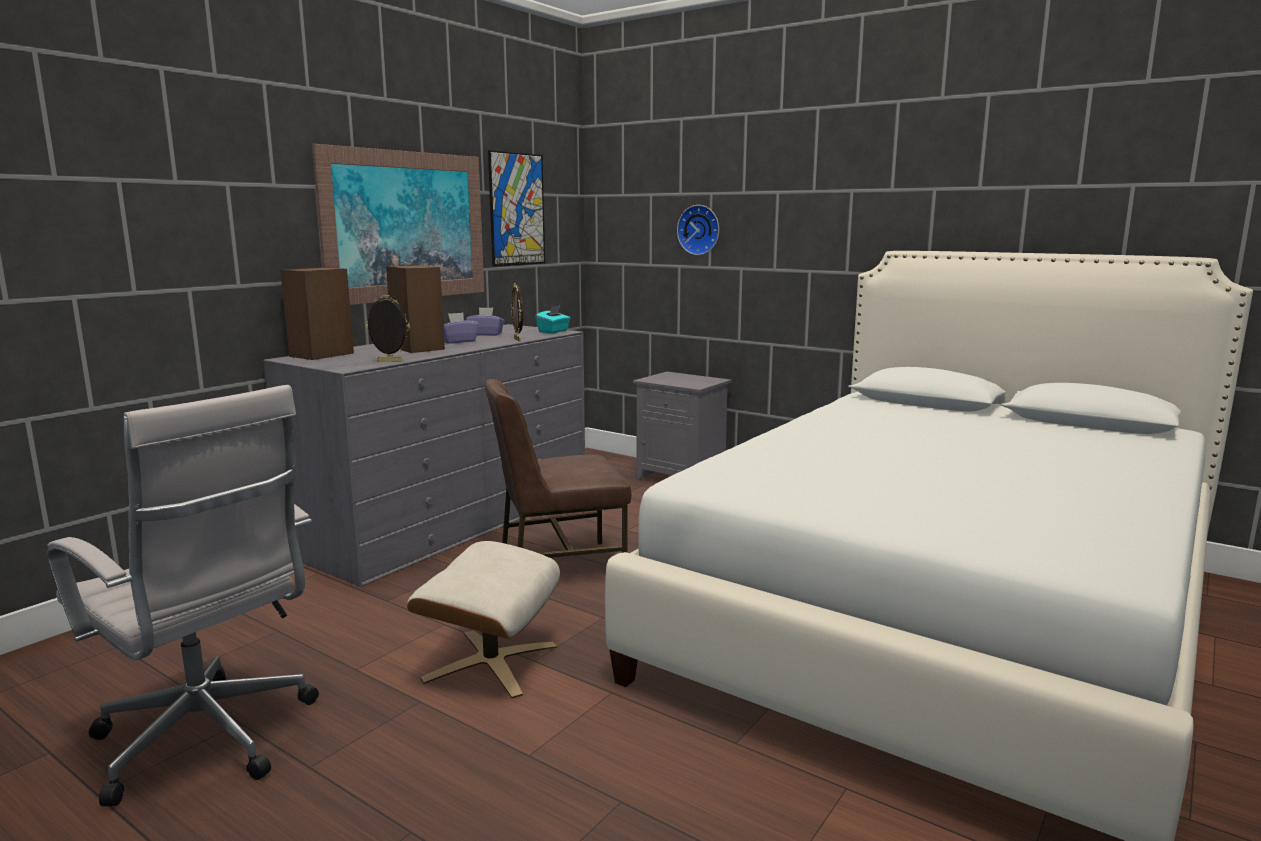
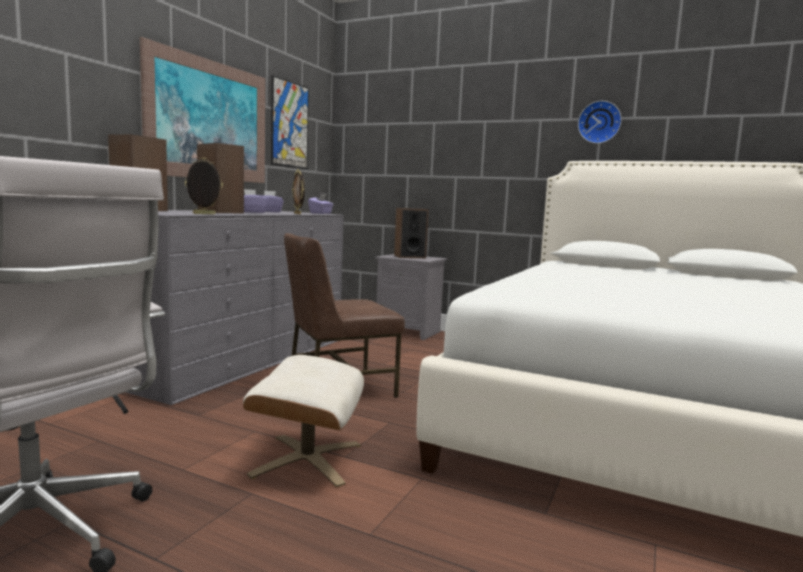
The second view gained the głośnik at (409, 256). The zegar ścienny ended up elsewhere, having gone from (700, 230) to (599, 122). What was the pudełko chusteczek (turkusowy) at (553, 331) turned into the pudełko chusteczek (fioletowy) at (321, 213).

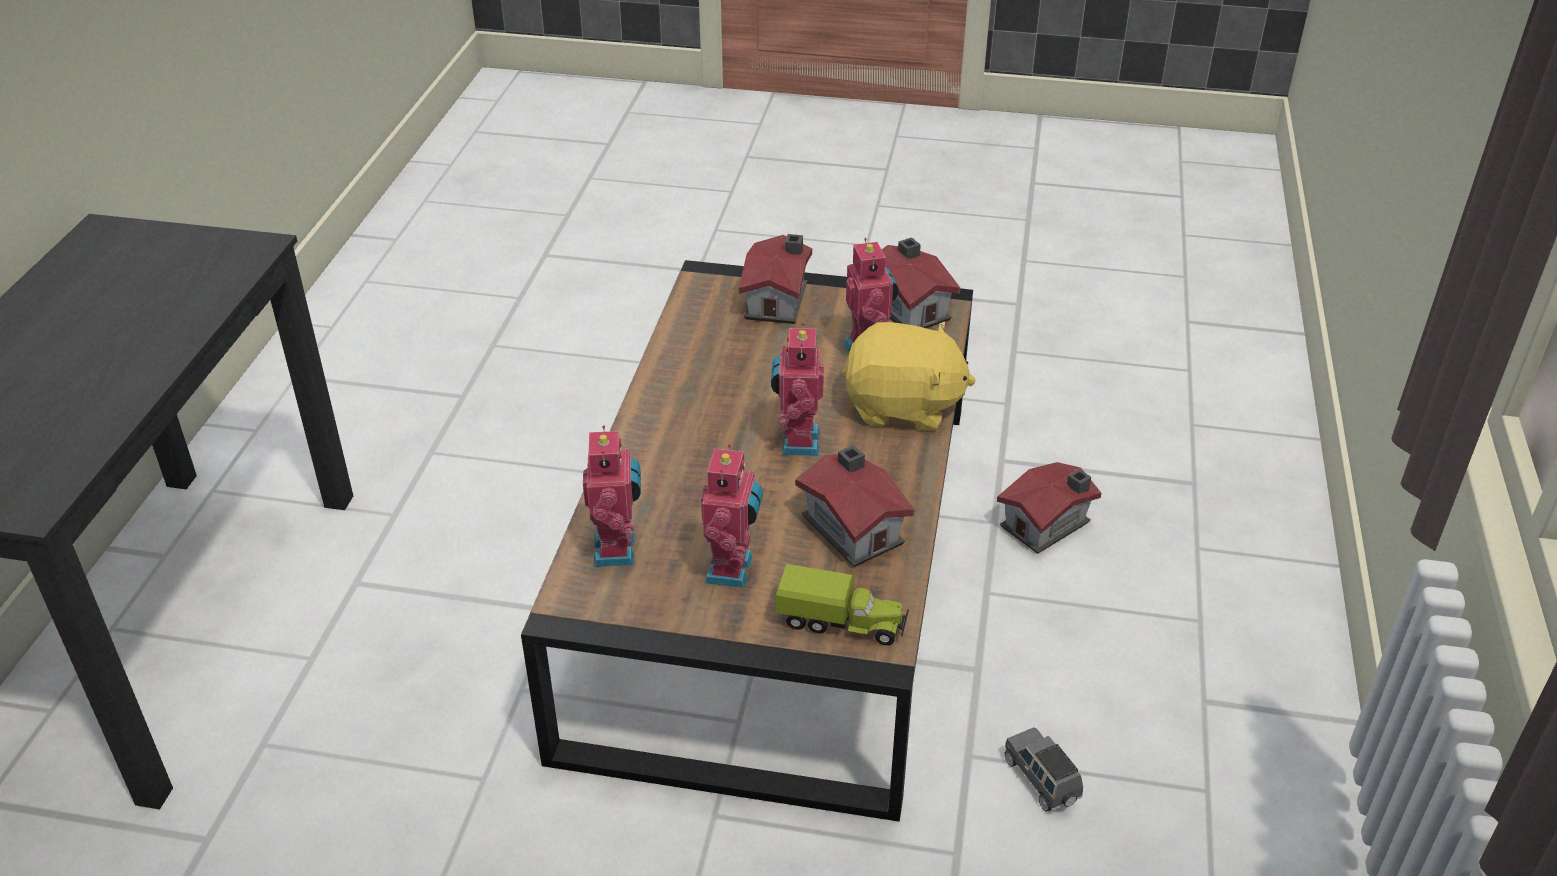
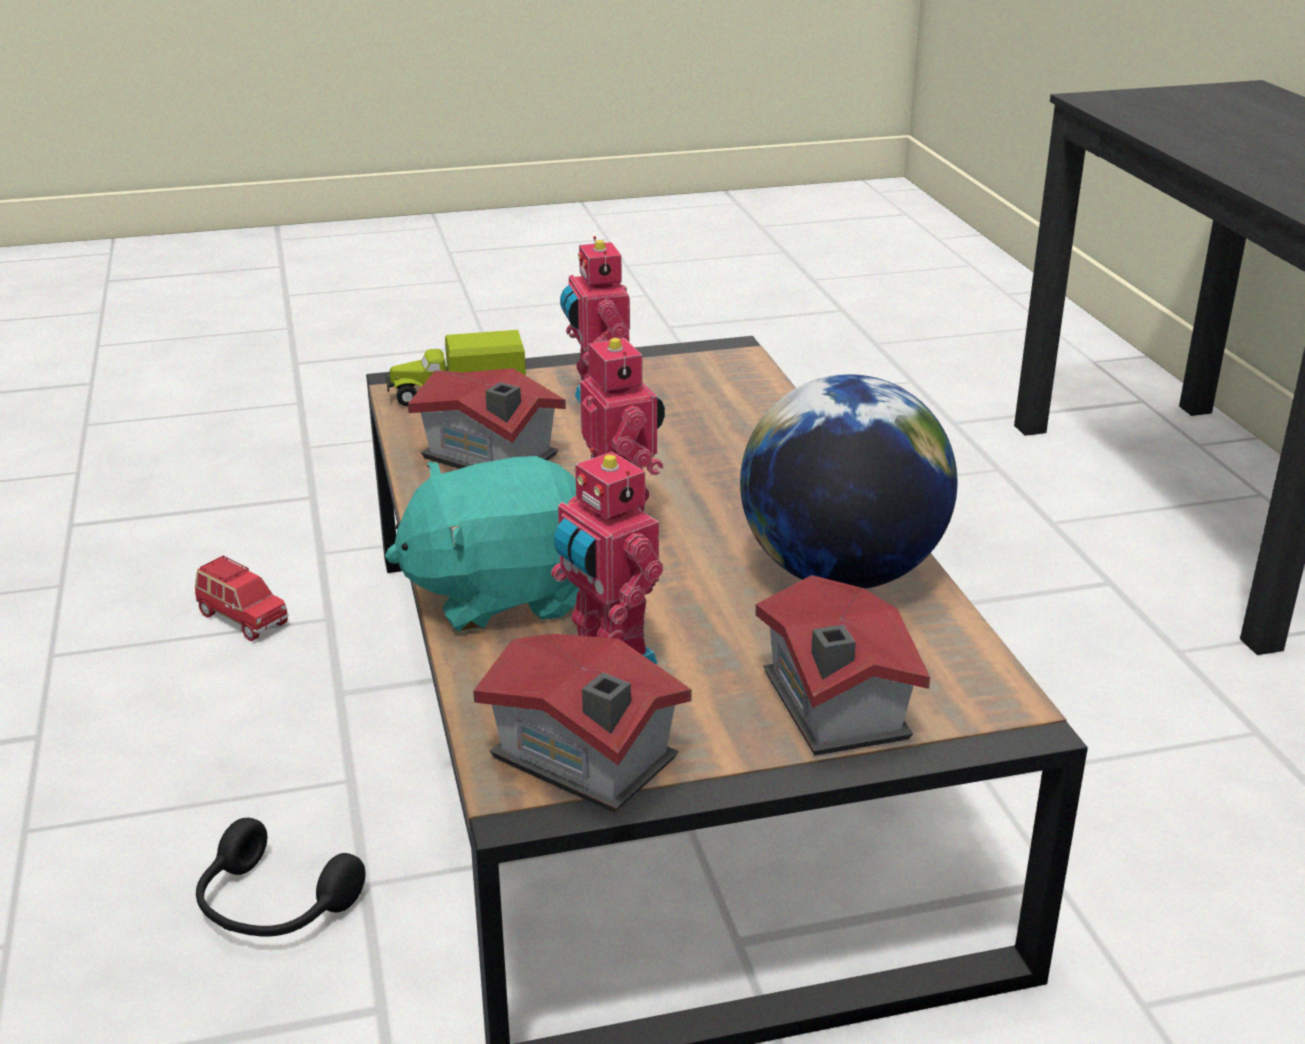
The second view lost the robot zabawkowy at (618, 550). The second view gained the globus at (841, 574). Where the domek stood at (1048, 525), the słuchawki (czarny) came to stand at (272, 907). What was the pluszak (żółty) at (903, 407) turned into the pluszak (turkusowy) at (501, 594). What was the samochodzik (szary) at (1042, 780) turned into the samochodzik (czerwony) at (242, 619).

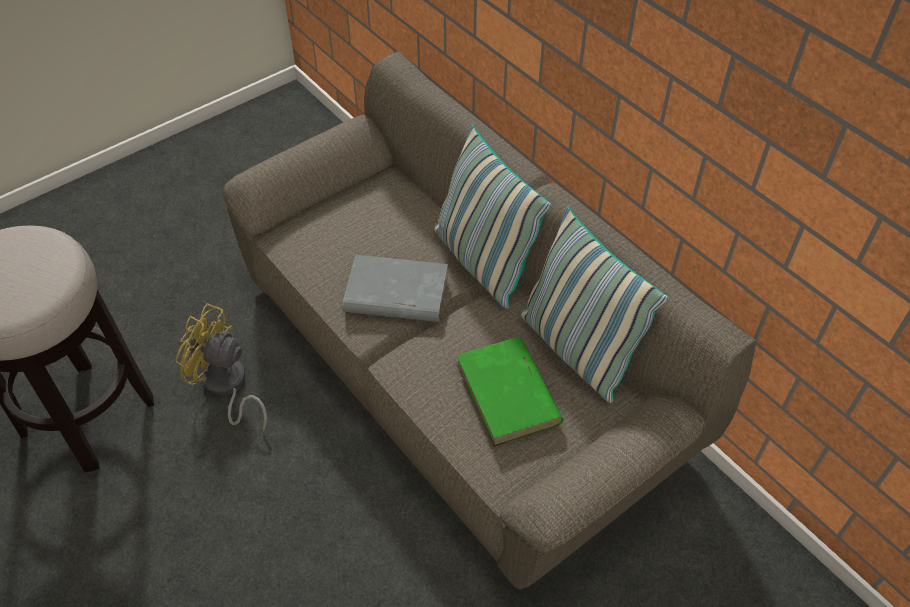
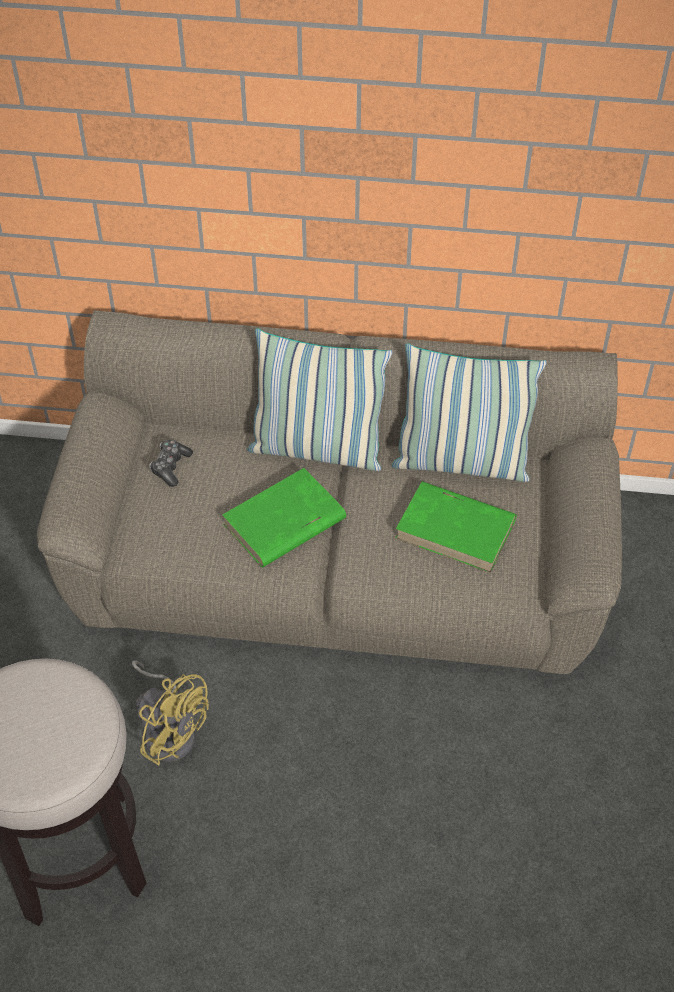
The second view gained the pad do gier at (170, 467). What was the książka (szary) at (395, 293) turned into the książka (zielony) at (283, 523). The wentylator (żółty) at (226, 386) ended up facing another way, 120 degrees counterclockwise from before.

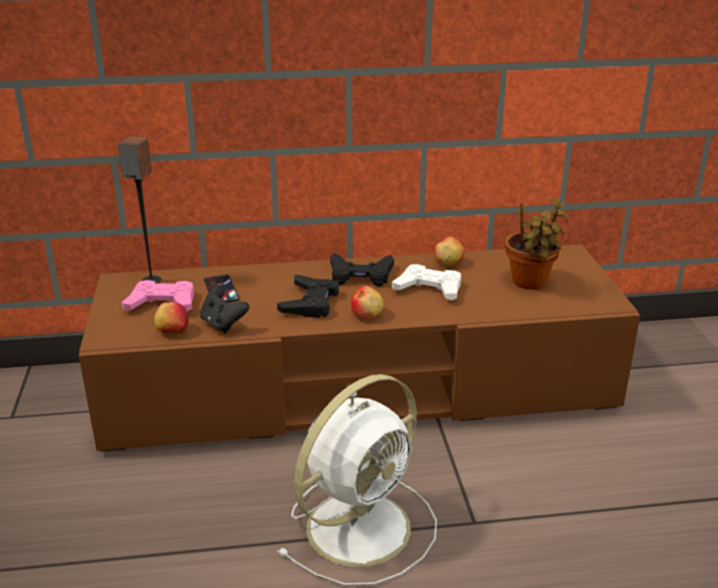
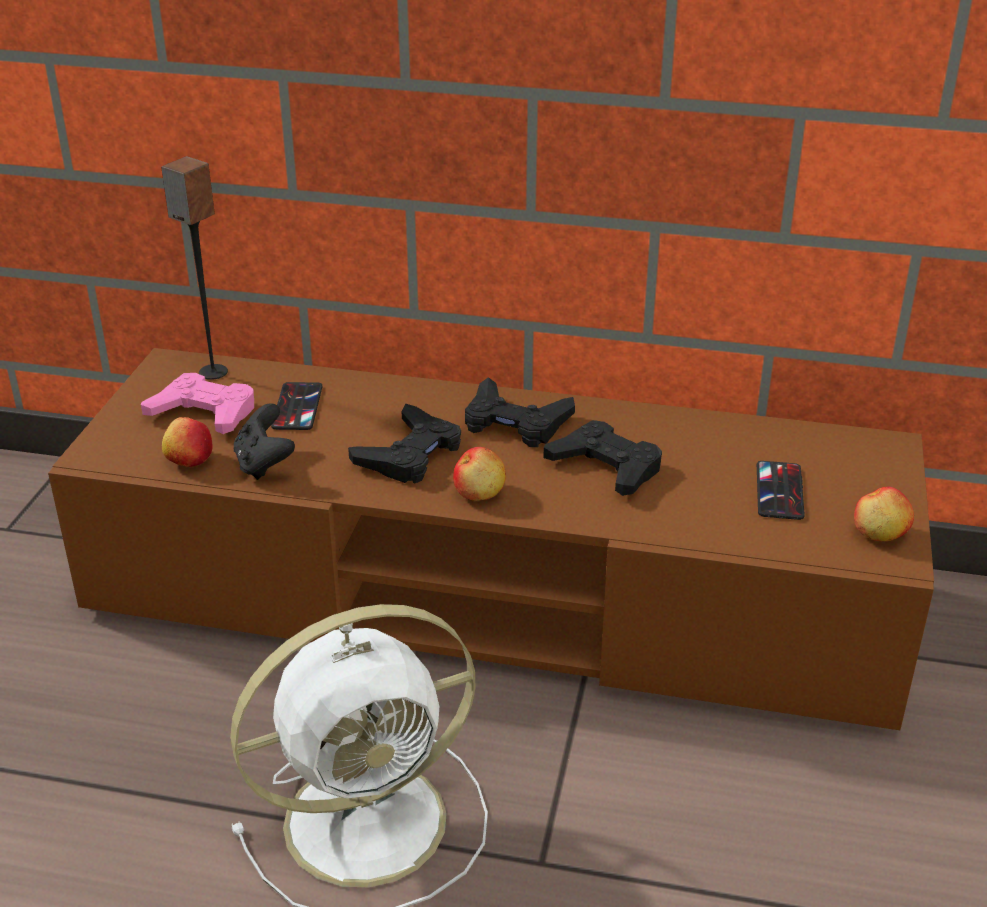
The jabłko ended up elsewhere, having gone from (448, 263) to (880, 534). Where the roślina doniczkowa stood at (530, 283), the telefon came to stand at (779, 491). What was the pad do gier (biały) at (429, 289) turned into the pad do gier (czarny) at (606, 467).

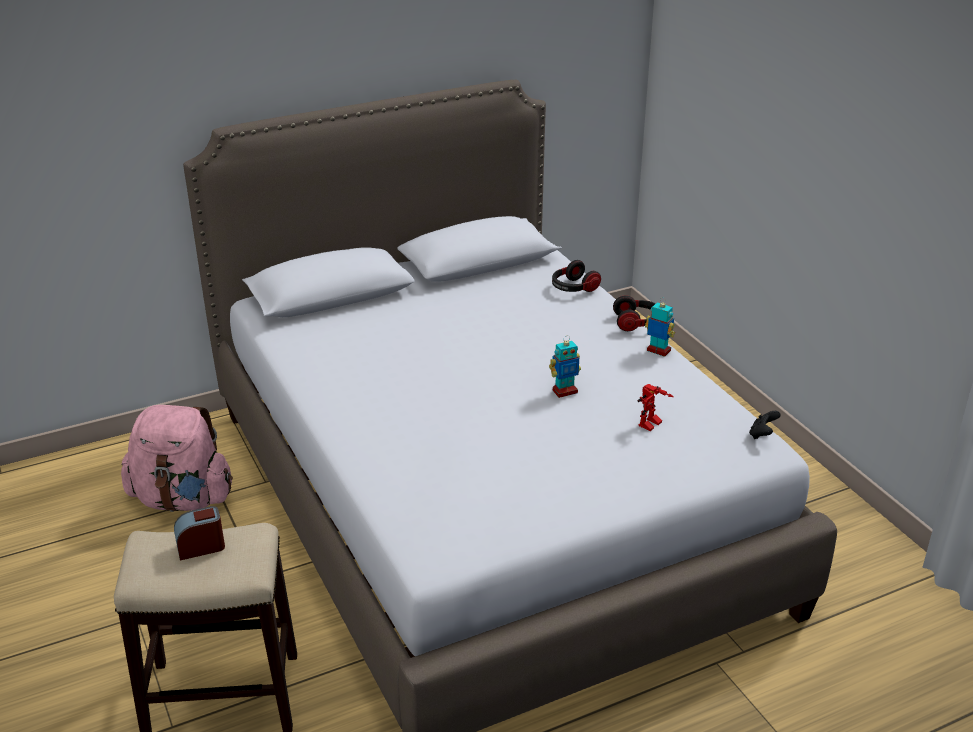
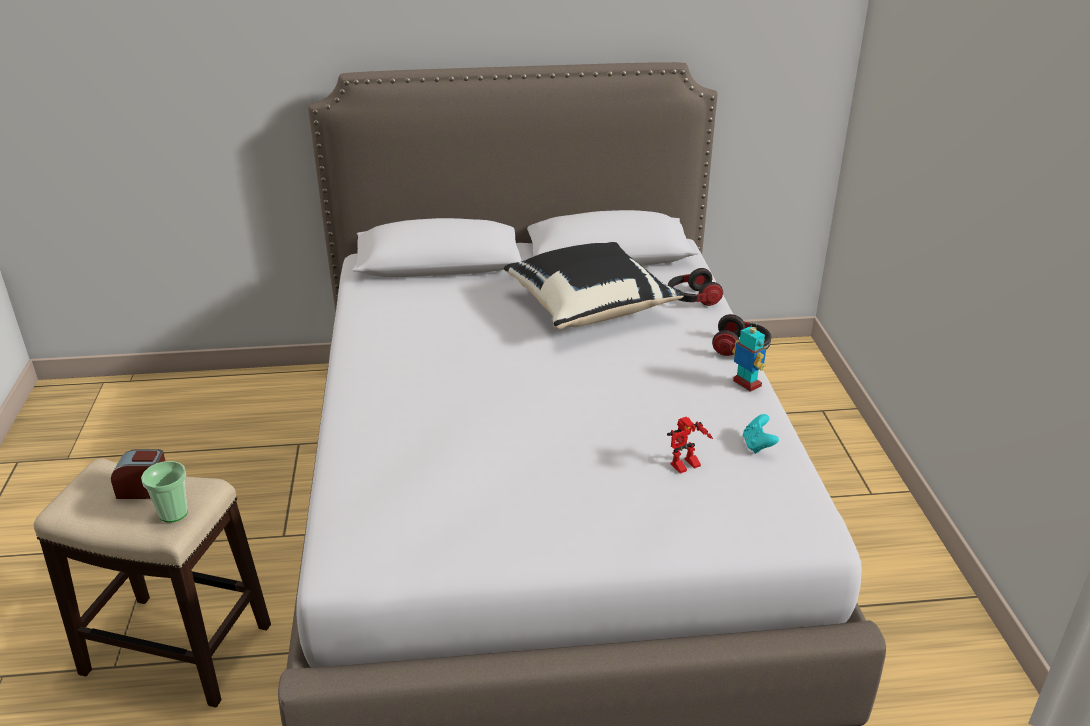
The second view lost the plecak (różowy) at (183, 499). The second view lost the robot zabawkowy at (564, 391). The second view lost the pad do gier (czarny) at (762, 434). The second view gained the filiżanka at (173, 513). The second view gained the poduszka (czarny) at (589, 307). The second view gained the pad do gier (turkusowy) at (757, 445).

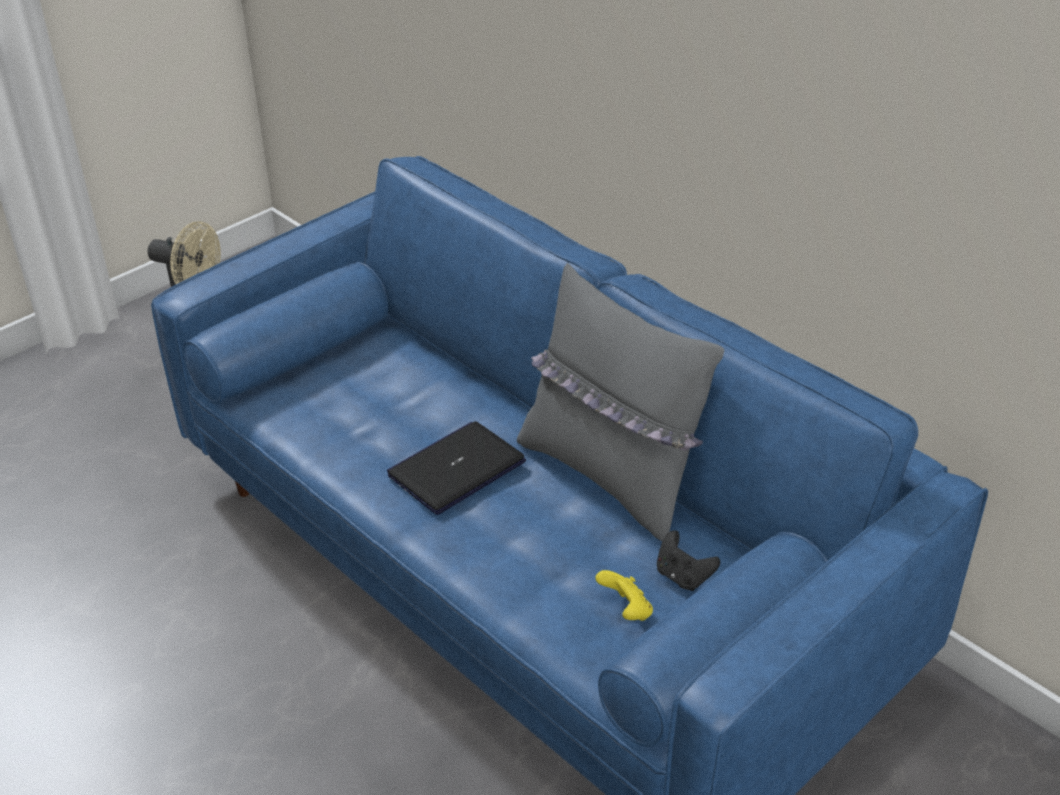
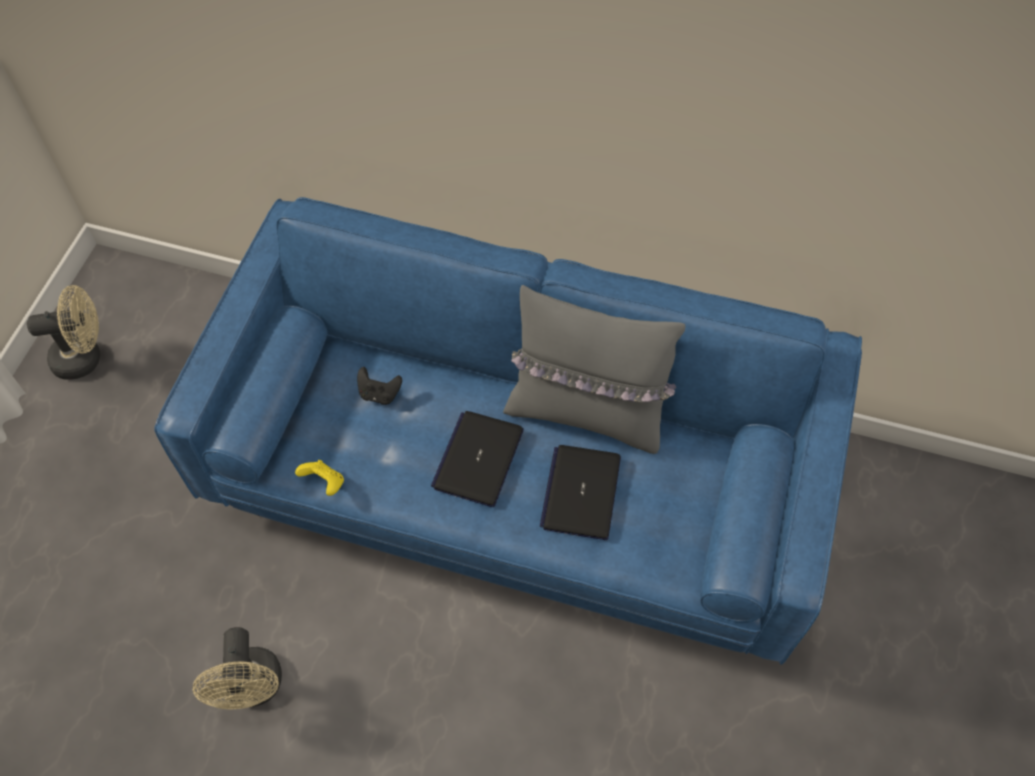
The second view gained the wentylator (beżowy) at (253, 689). The second view gained the laptop at (581, 492). The pad do gier (żółty) ended up elsewhere, having gone from (626, 610) to (324, 483). The pad do gier (czarny) ended up elsewhere, having gone from (683, 576) to (379, 394).

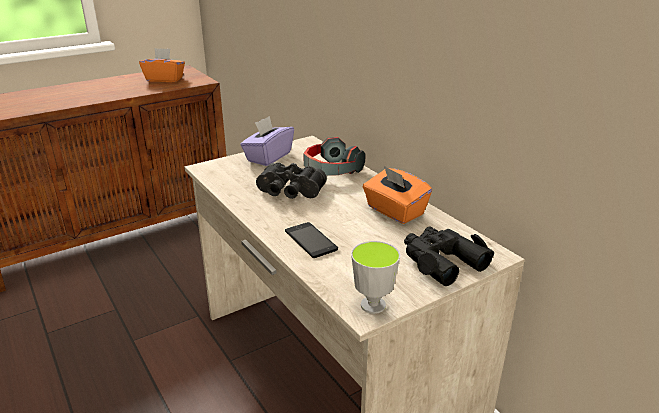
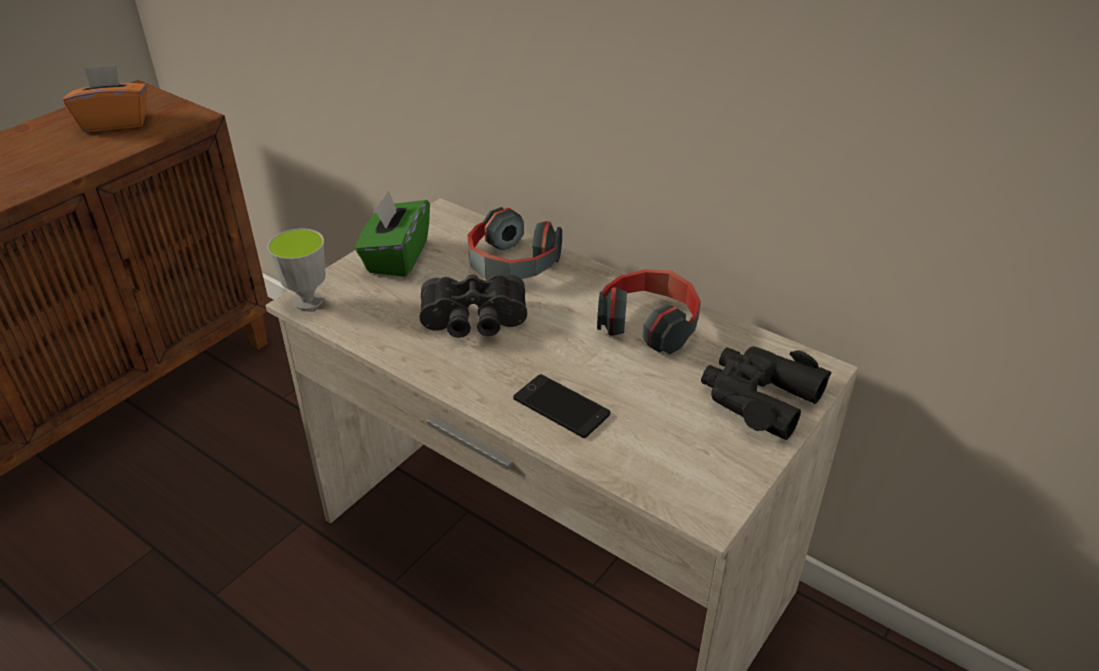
The filiżanka ended up elsewhere, having gone from (373, 305) to (308, 301). Where the pudełko chusteczek (pomarańczowy) stood at (394, 211), the słuchawki came to stand at (649, 324). What was the pudełko chusteczek (fioletowy) at (268, 157) turned into the pudełko chusteczek (zielony) at (396, 257).

